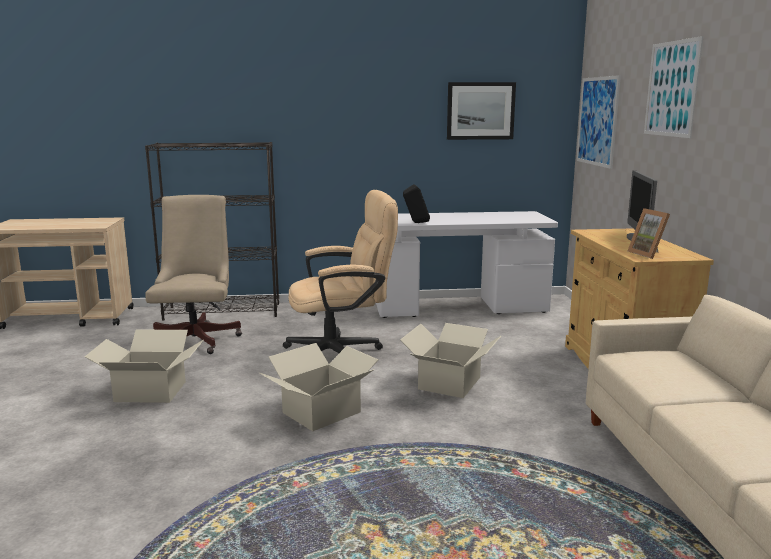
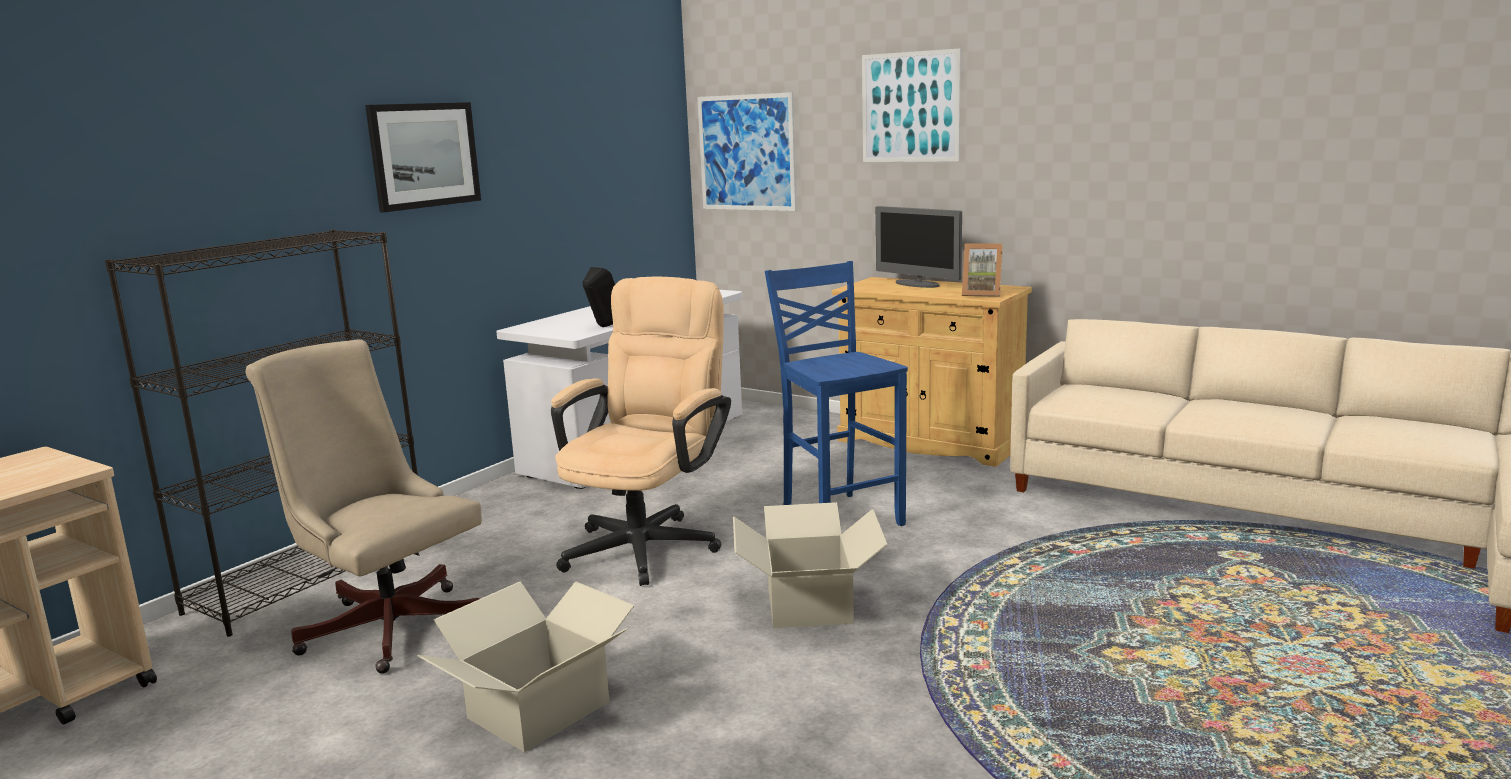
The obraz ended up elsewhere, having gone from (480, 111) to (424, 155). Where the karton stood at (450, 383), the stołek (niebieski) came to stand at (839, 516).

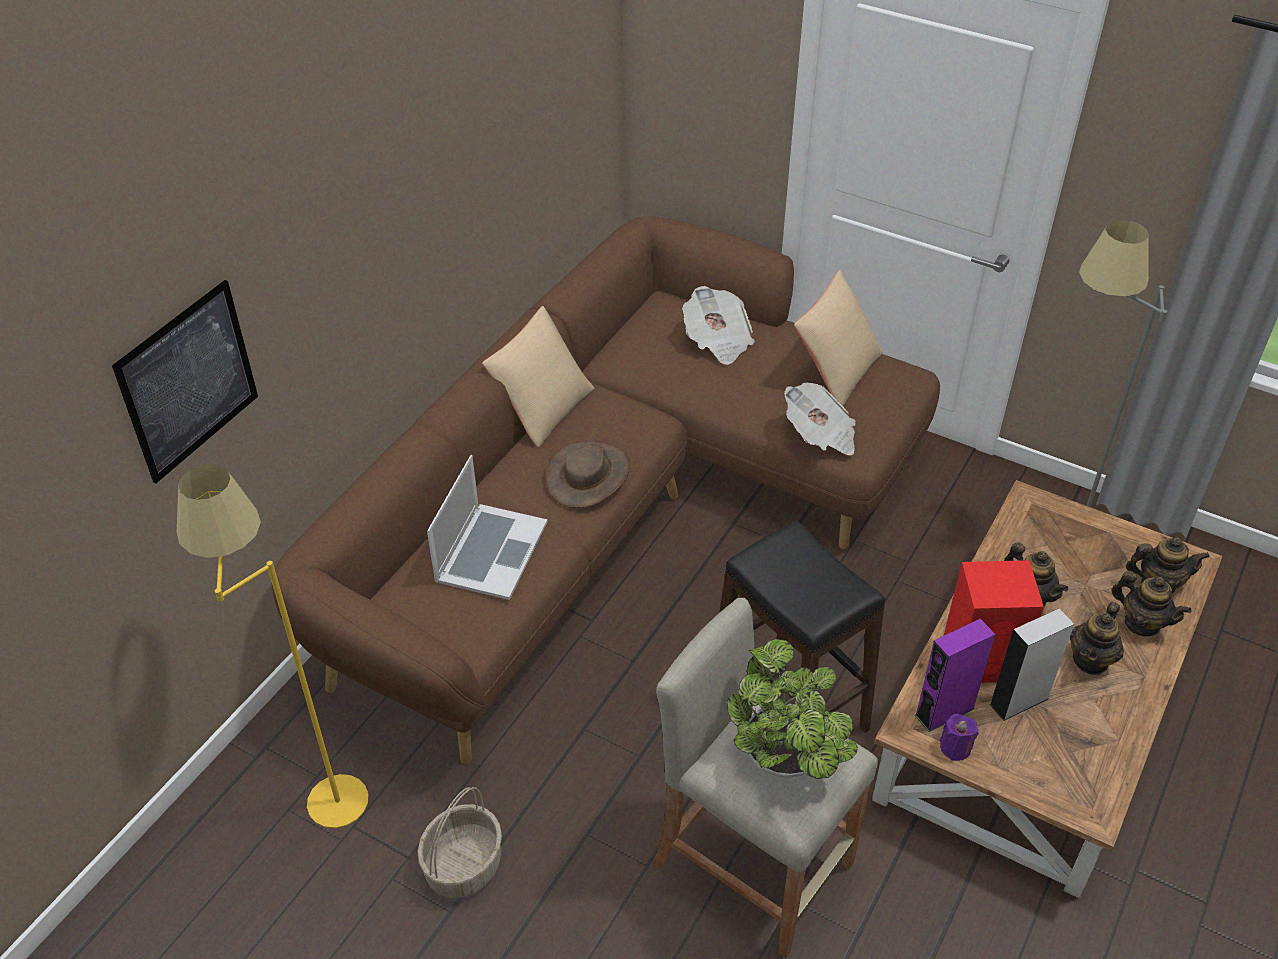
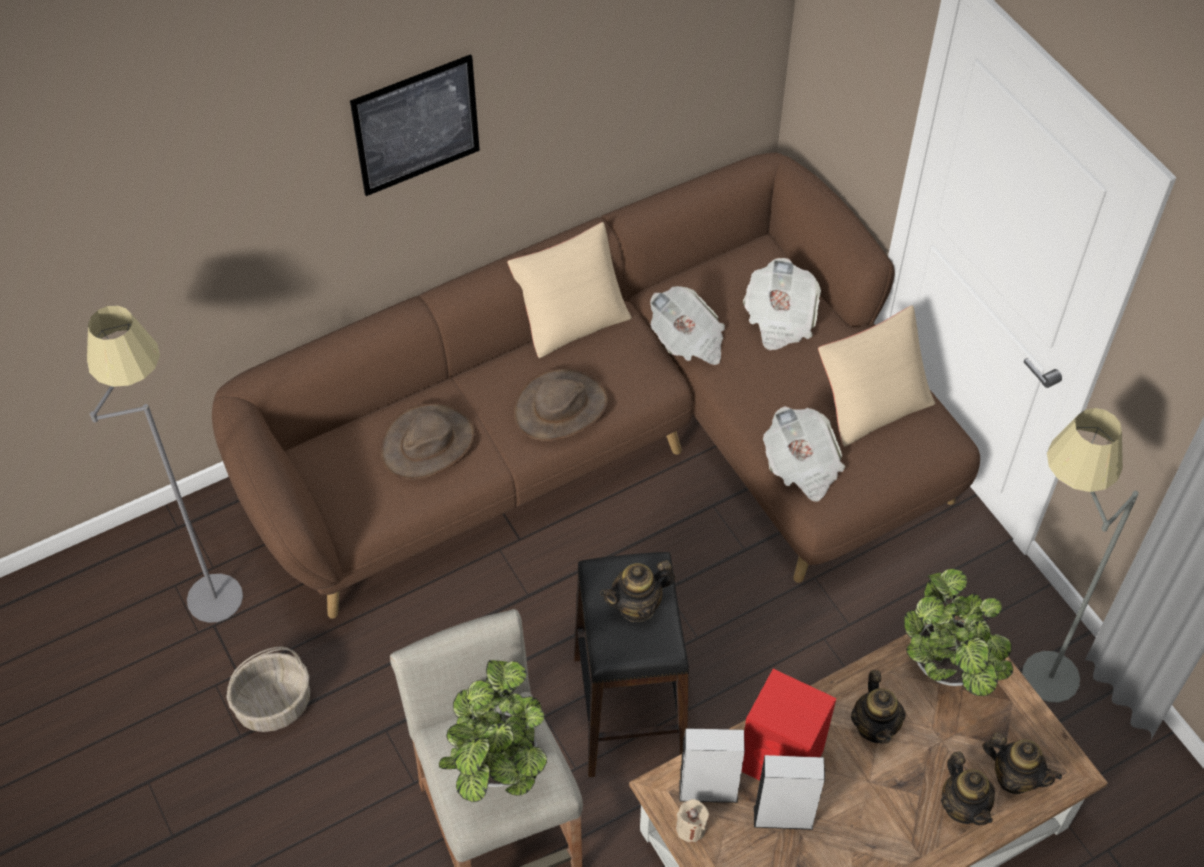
The second view gained the gazeta at (688, 340). The second view gained the roślina doniczkowa at (948, 670). The obraz ended up elsewhere, having gone from (188, 381) to (416, 125). The imbryk ended up elsewhere, having gone from (1091, 660) to (637, 606). Where the laptop stood at (491, 551), the kapelusz (brązowy) came to stand at (428, 444). What was the lampa stojąca (żółty) at (314, 790) turned into the lampa stojąca (szary) at (203, 579). What was the głośnik (fioletowy) at (944, 711) turned into the głośnik (szary) at (708, 791). What was the świeca (fioletowy) at (955, 748) turned into the świeca (beżowy) at (691, 828).

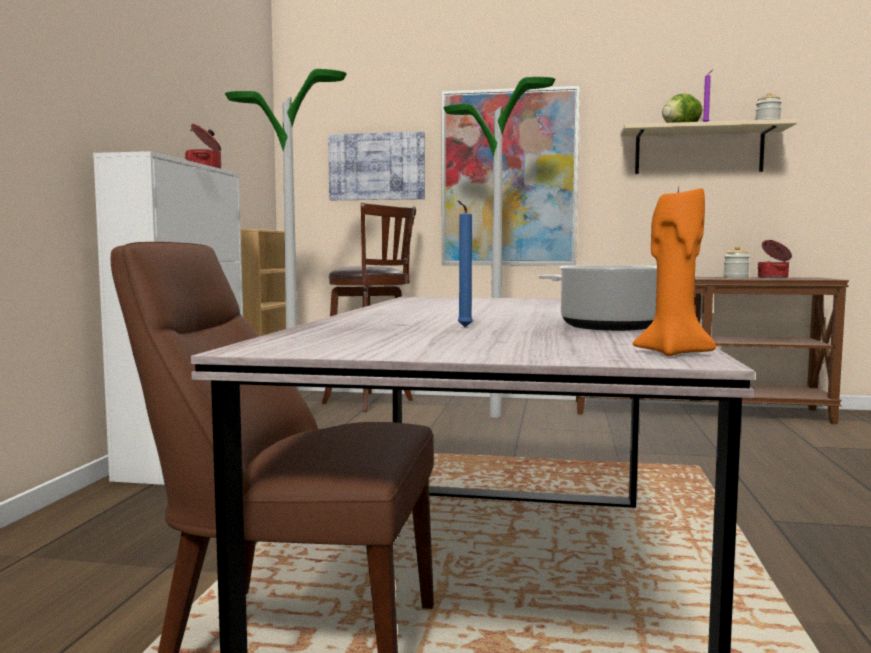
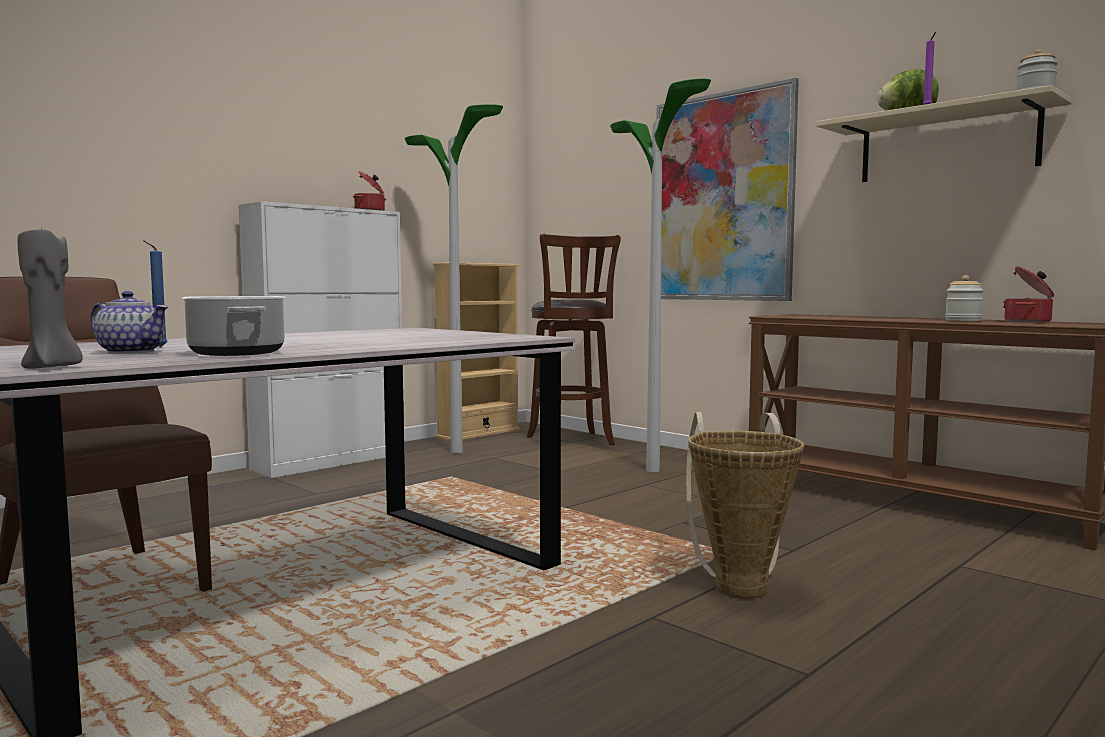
The second view lost the obraz at (376, 166). The second view gained the imbryk at (131, 352). The second view gained the koszyk at (739, 585). What was the świeca (pomarańczowy) at (673, 353) turned into the świeca (szary) at (53, 367).

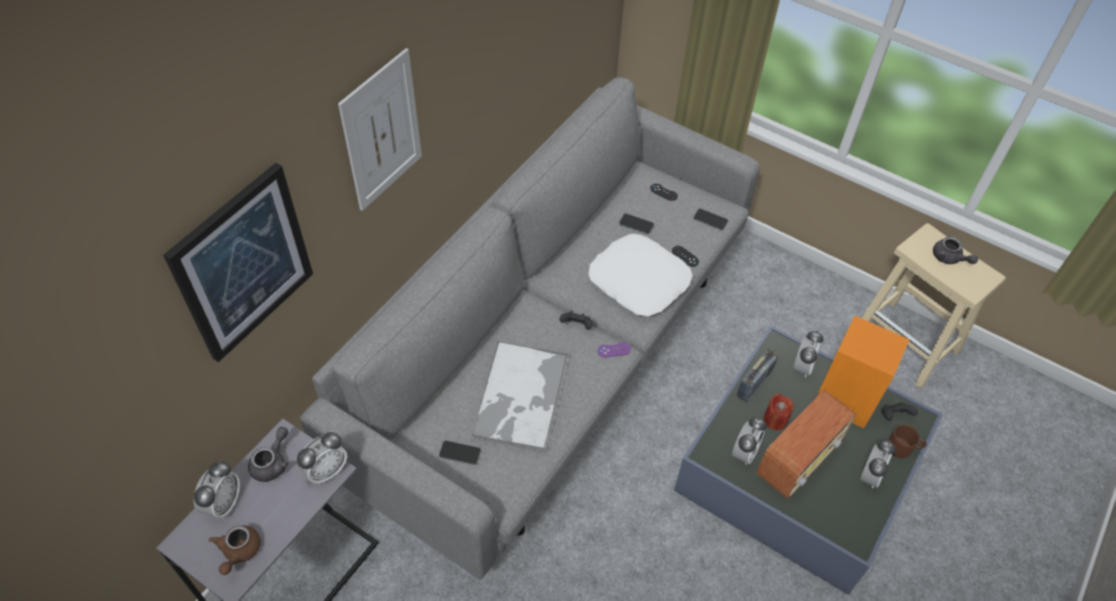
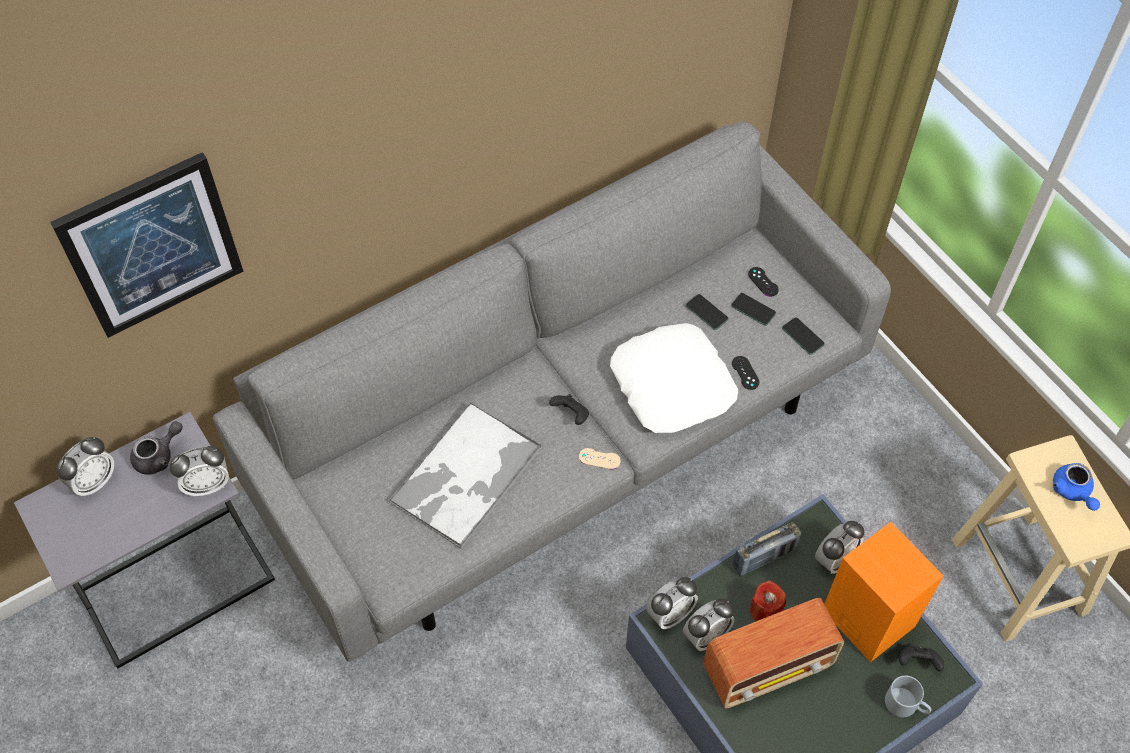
The second view lost the imbryk (brązowy) at (239, 552). The second view lost the obraz at (382, 131). The telefon ended up elsewhere, having gone from (460, 453) to (753, 309). The budzik ended up elsewhere, having gone from (869, 476) to (670, 614). What was the pad do gier (fioletowy) at (614, 350) turned into the pad do gier (beżowy) at (599, 459). What was the kubek (brązowy) at (903, 447) turned into the kubek (szary) at (906, 704). What was the imbryk (szary) at (949, 258) turned into the imbryk (niebieski) at (1072, 492).

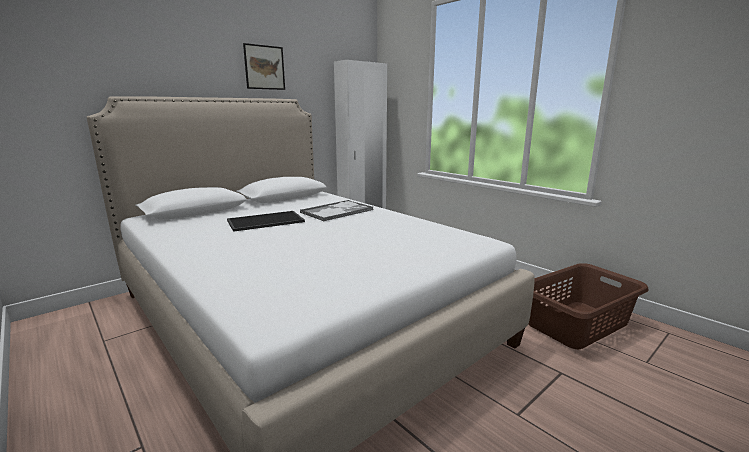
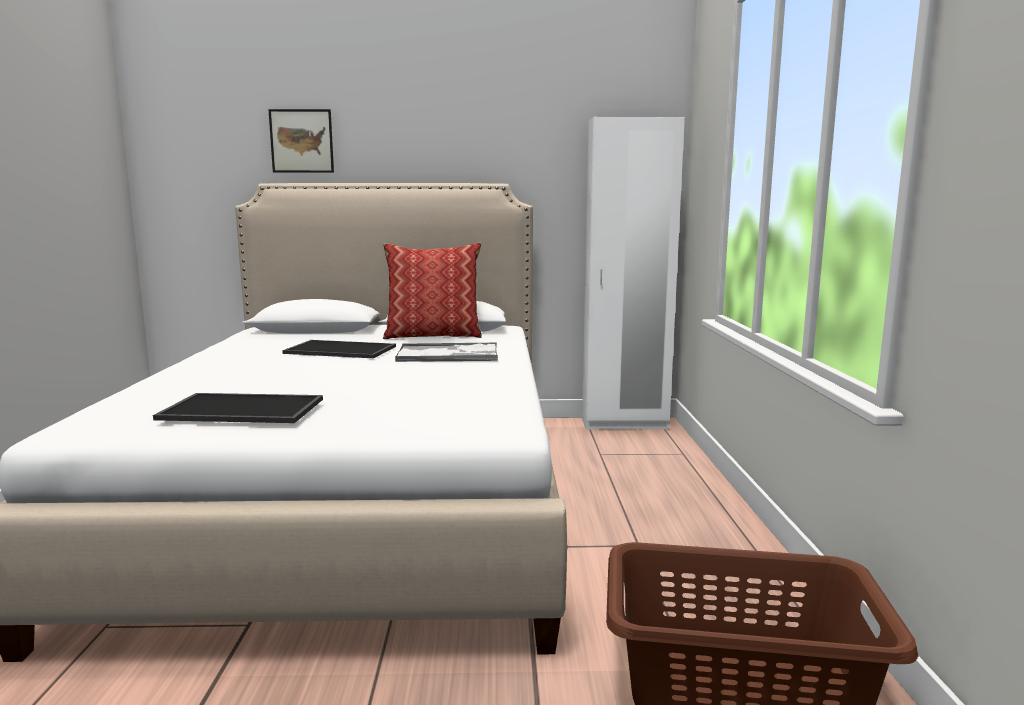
The second view gained the taca at (240, 410). The second view gained the poduszka at (433, 335). The obraz ended up elsewhere, having gone from (264, 67) to (302, 141).

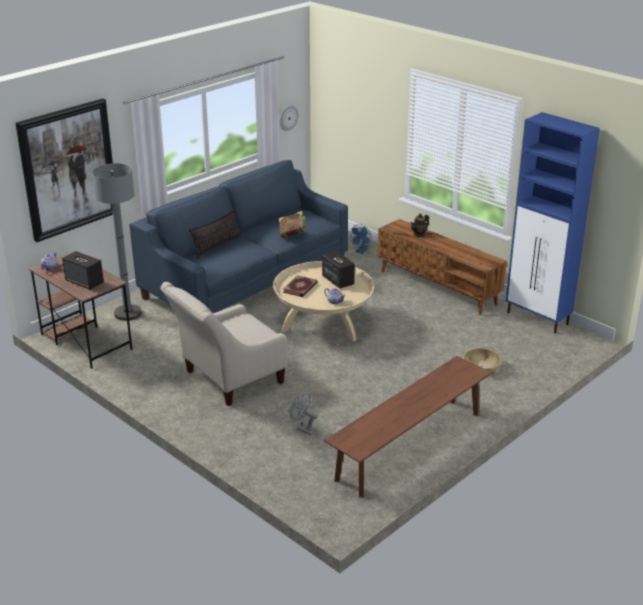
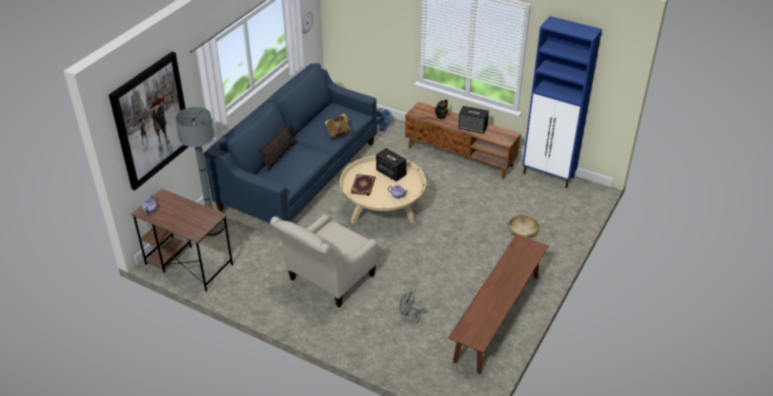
The głośnik ended up elsewhere, having gone from (85, 282) to (473, 128).

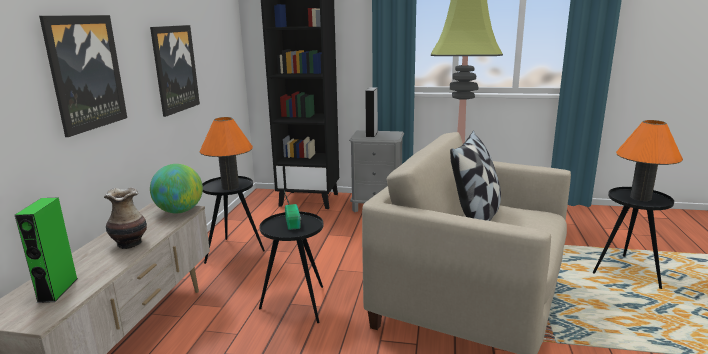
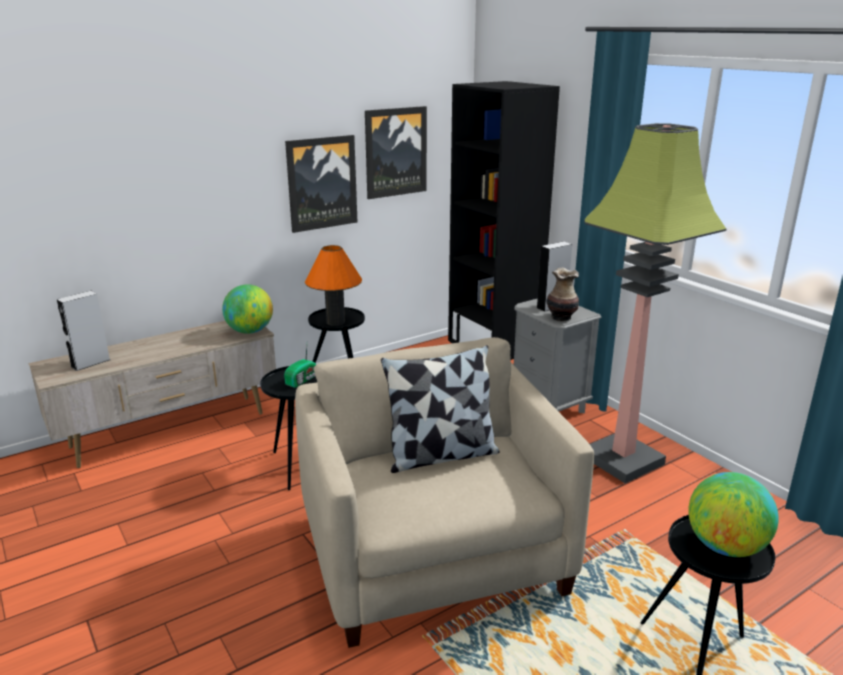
The obraz ended up elsewhere, having gone from (85, 73) to (395, 152). The wazon ended up elsewhere, having gone from (129, 243) to (561, 317). Where the lampa stołowa (pomarańczowy) stood at (640, 197), the globus came to stand at (725, 547). What was the głośnik (zielony) at (58, 290) turned into the głośnik (szary) at (90, 363).

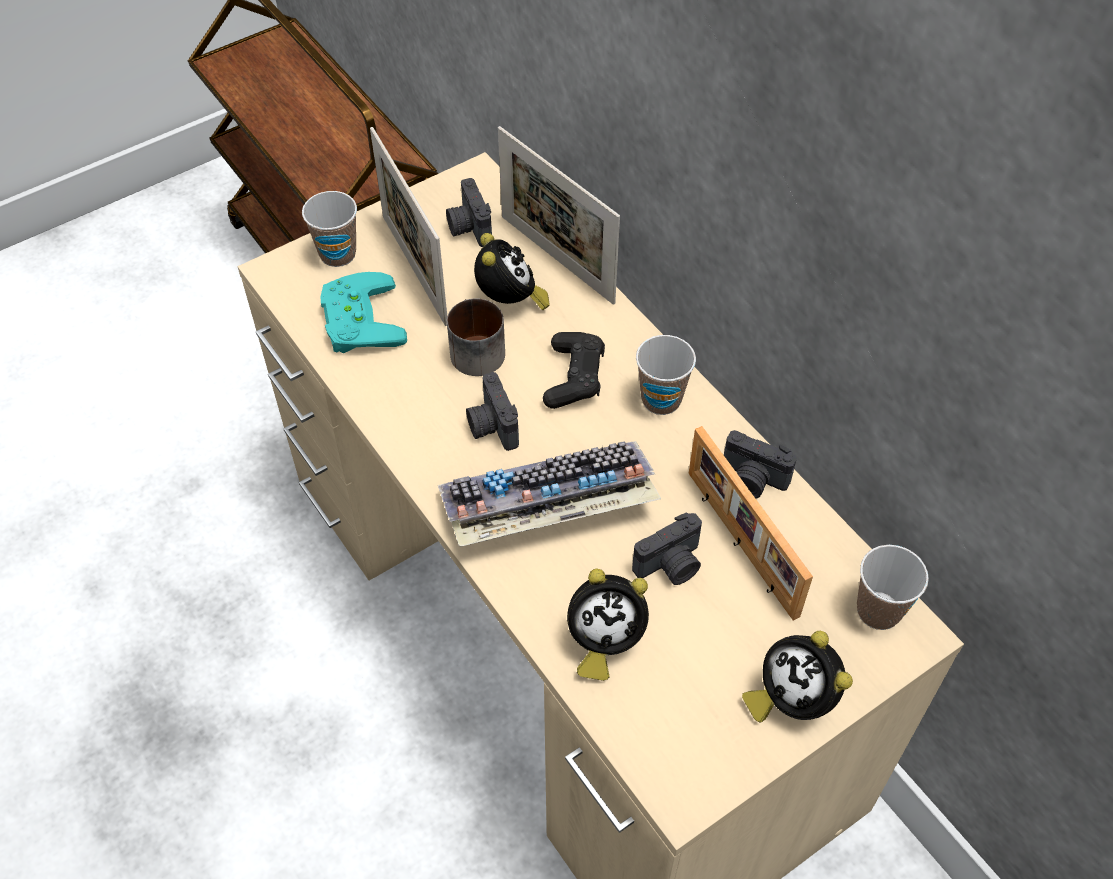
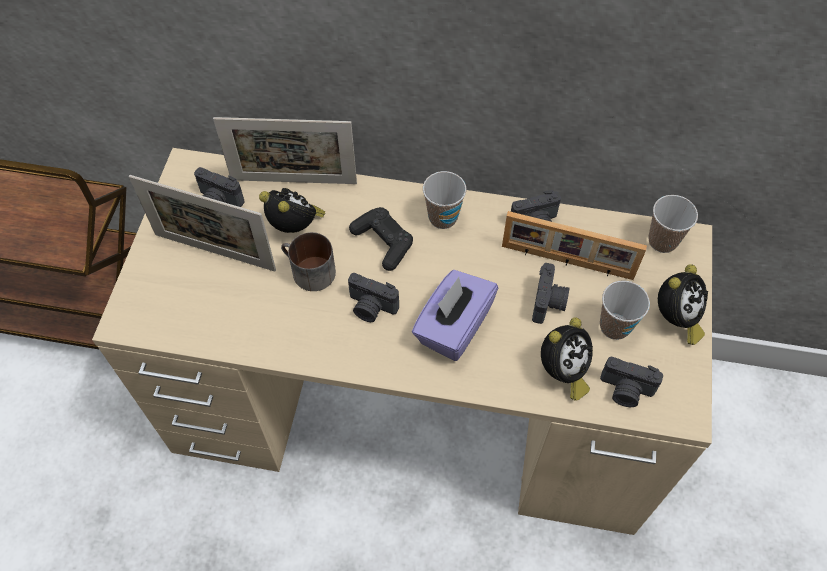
The second view lost the pad do gier (turkusowy) at (356, 320). The second view gained the aparat fotograficzny at (625, 391). The filiżanka ended up elsewhere, having gone from (338, 254) to (615, 326). Where the klawiatura stood at (546, 507), the pudełko chusteczek (fioletowy) came to stand at (453, 327). The budzik at (791, 698) ended up facing another way, 60 degrees counterclockwise from before.

